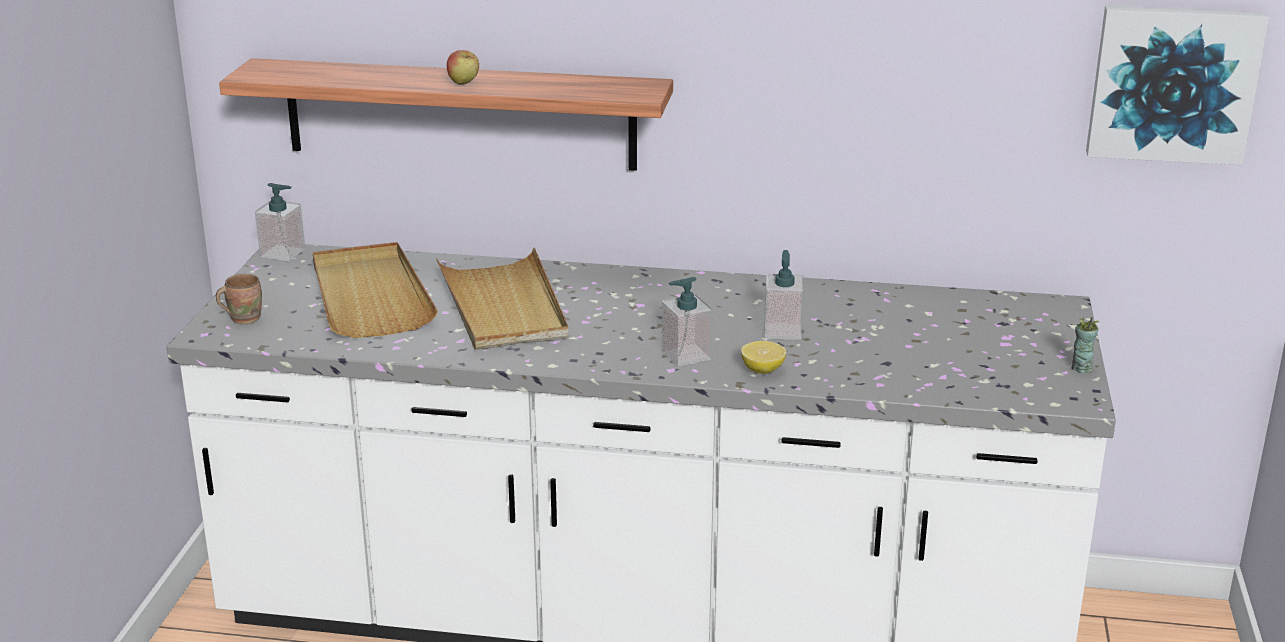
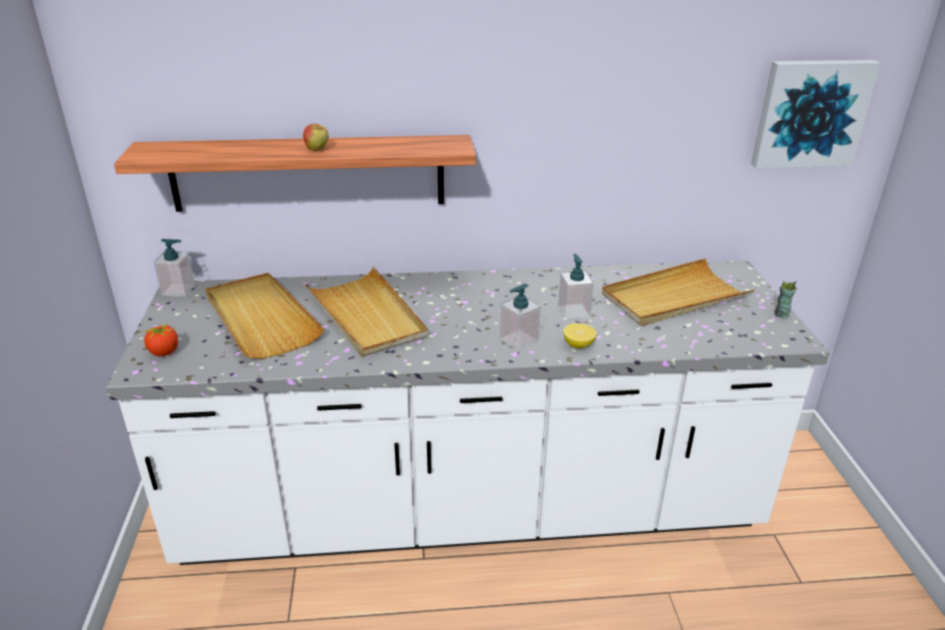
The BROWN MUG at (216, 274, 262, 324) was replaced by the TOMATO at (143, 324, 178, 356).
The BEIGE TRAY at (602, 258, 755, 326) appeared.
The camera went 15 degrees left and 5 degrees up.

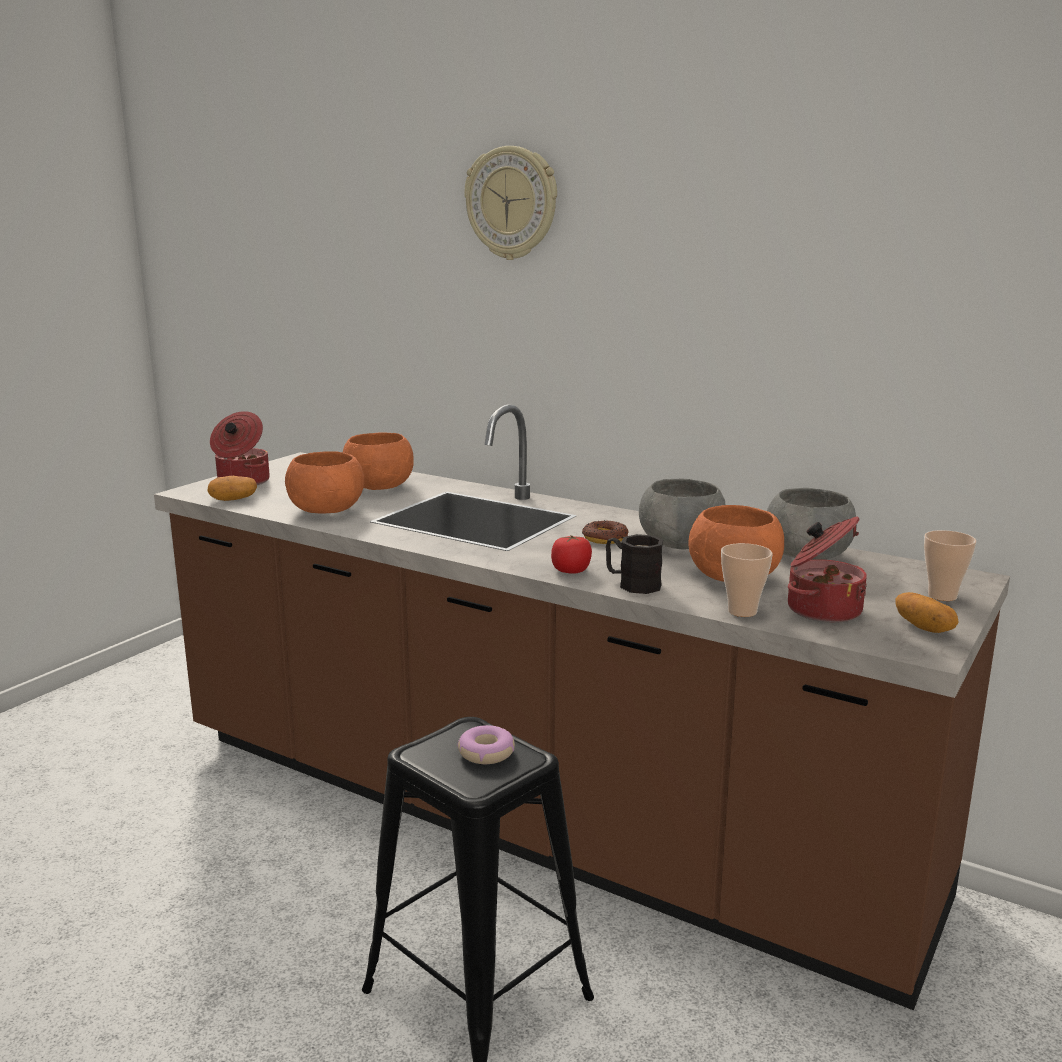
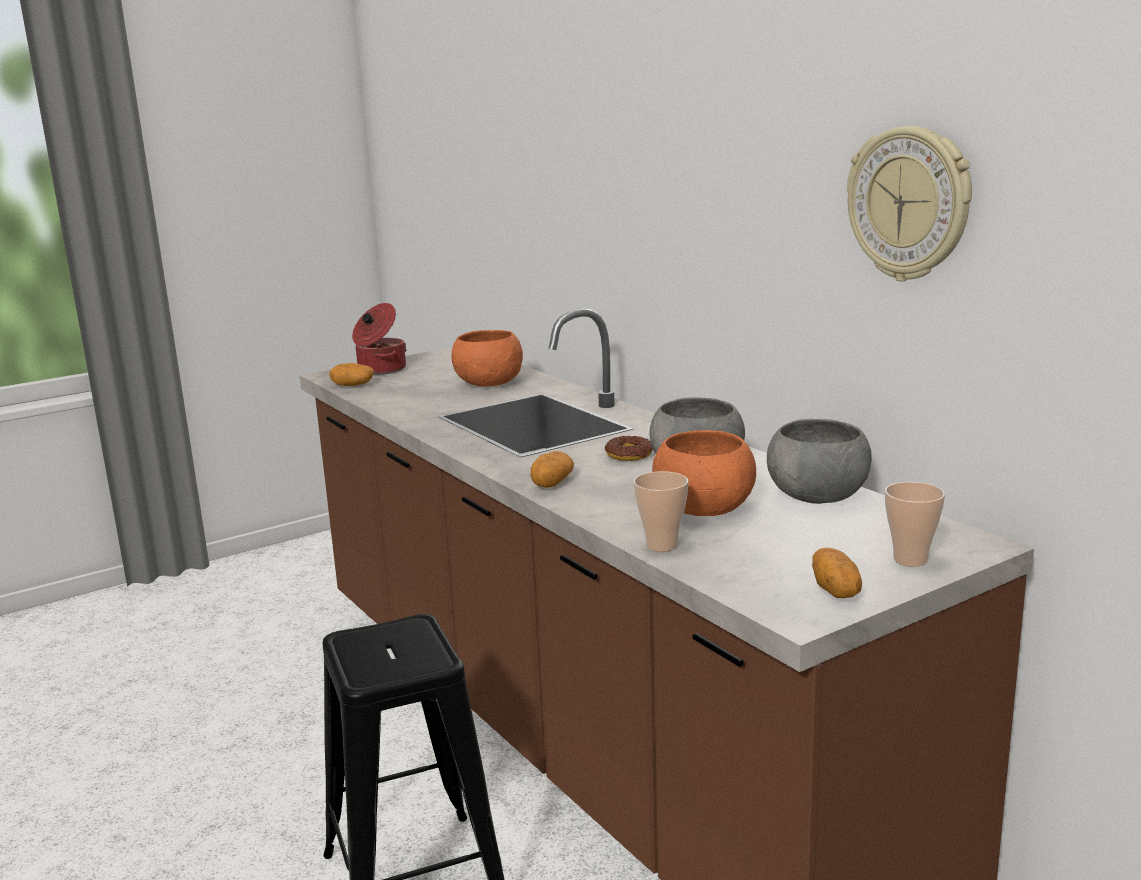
The TOMATO at (551, 535, 592, 574) was replaced by the POTATO at (531, 451, 574, 488).
The WALL CLOCK moved from (464, 146, 557, 260) to (847, 126, 972, 281).
The ORANGE BOWL at (285, 451, 364, 514) disappeared.
The DONUT at (457, 725, 515, 764) disappeared.
The BLACK MUG at (606, 534, 663, 594) disappeared.
The COOKING POT at (788, 516, 867, 623) disappeared.
The camera went 25 degrees right and 0 degrees up.

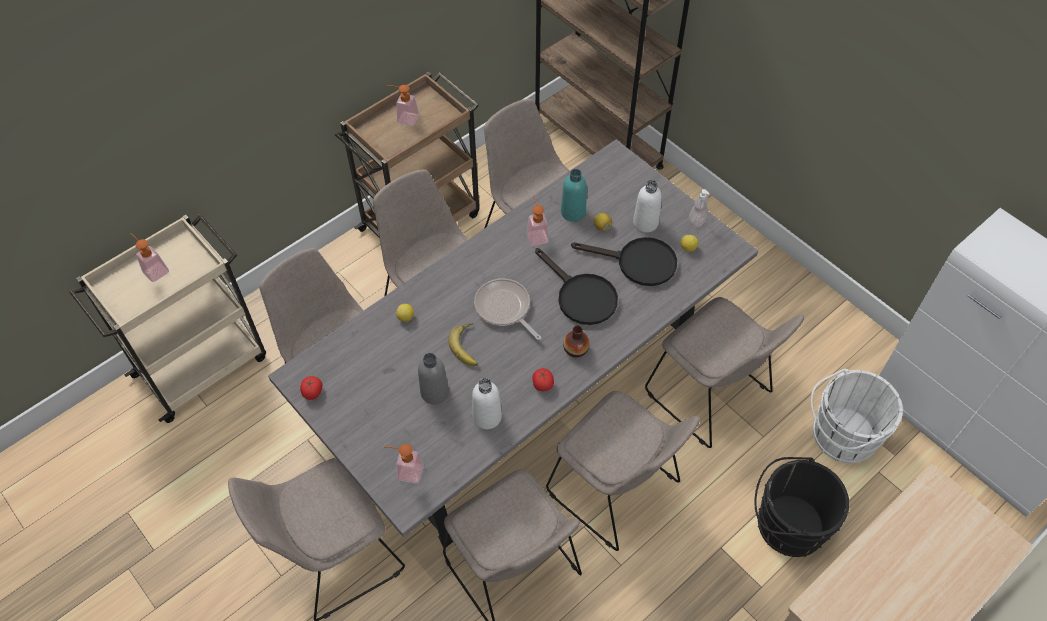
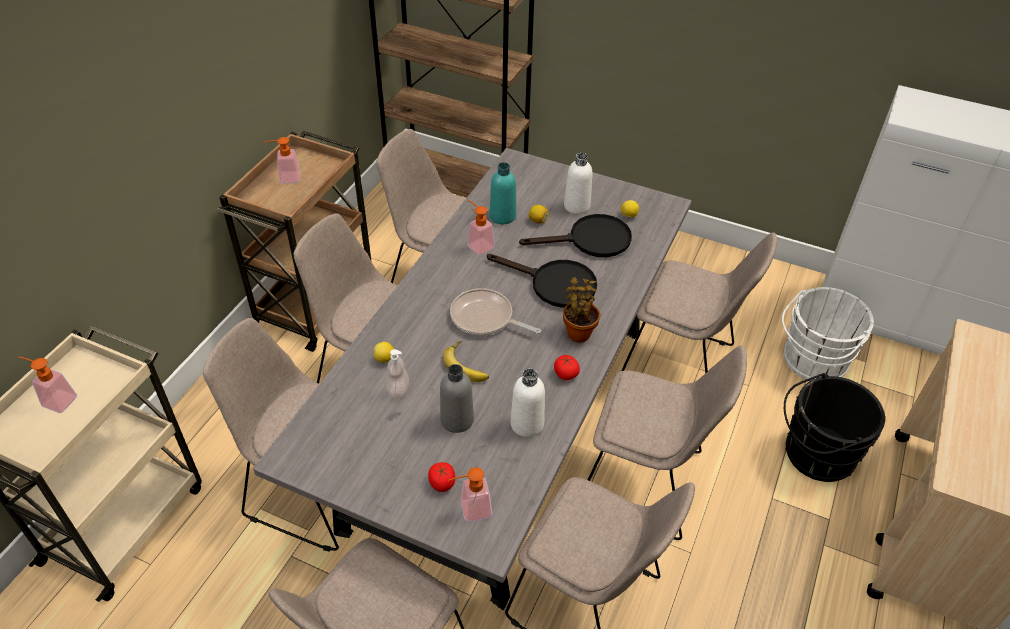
The SOAP DISPENSER moved from (689, 189, 710, 227) to (386, 349, 409, 399).
The TOMATO moved from (300, 376, 322, 400) to (428, 462, 455, 492).
The VASE at (563, 326, 590, 358) was replaced by the POTTED PLANT at (563, 277, 600, 342).
The camera went 25 degrees left and 10 degrees down.

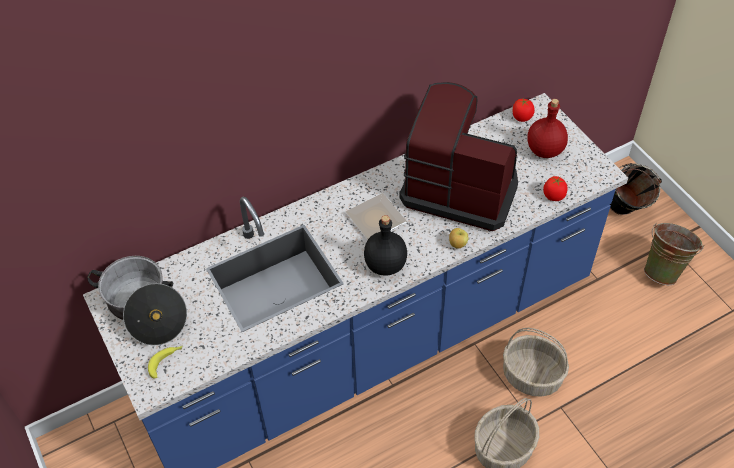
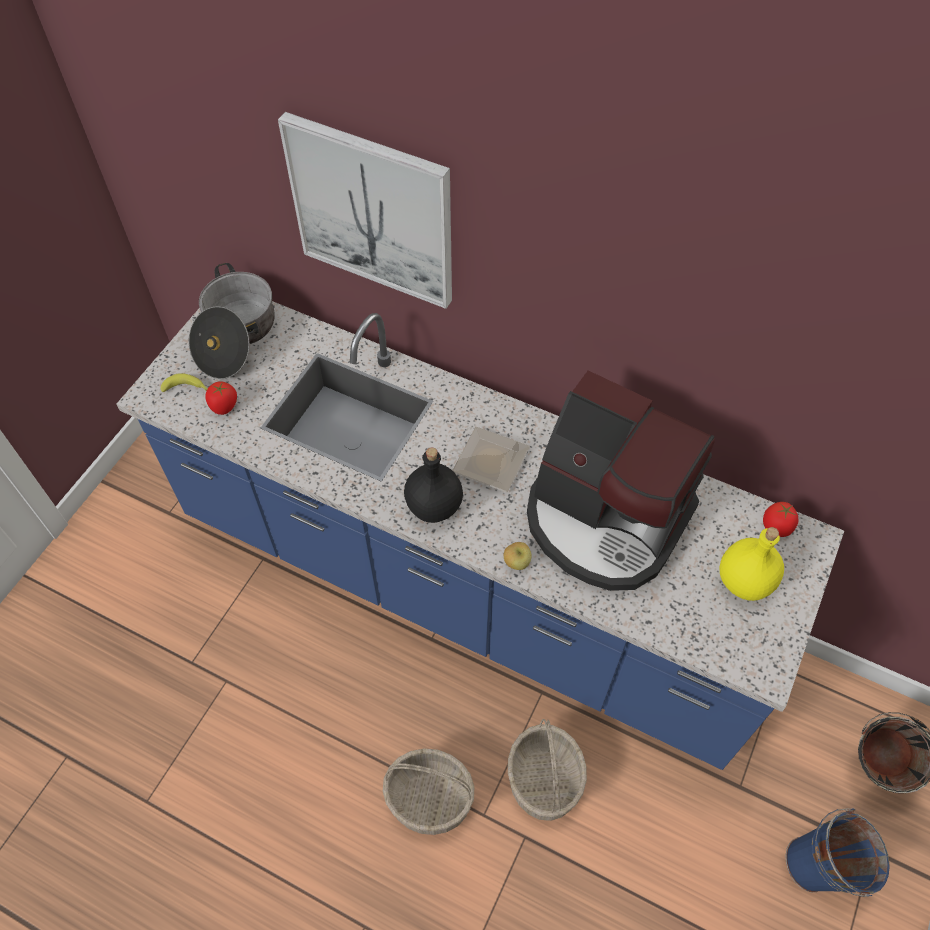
The TOMATO moved from (543, 176, 568, 201) to (205, 381, 237, 415).
The PICTURE at (278, 112, 452, 309) appeared.
The COFFEE MACHINE at (399, 82, 518, 231) turned 135 degrees clockwise.
The RED BOTTLE at (527, 99, 568, 158) became the YELLOW BOTTLE at (719, 527, 784, 601).
The GREEN BUCKET at (644, 223, 704, 285) became the BLUE BUCKET at (785, 808, 890, 897).
The camera went 55 degrees right and 5 degrees up.

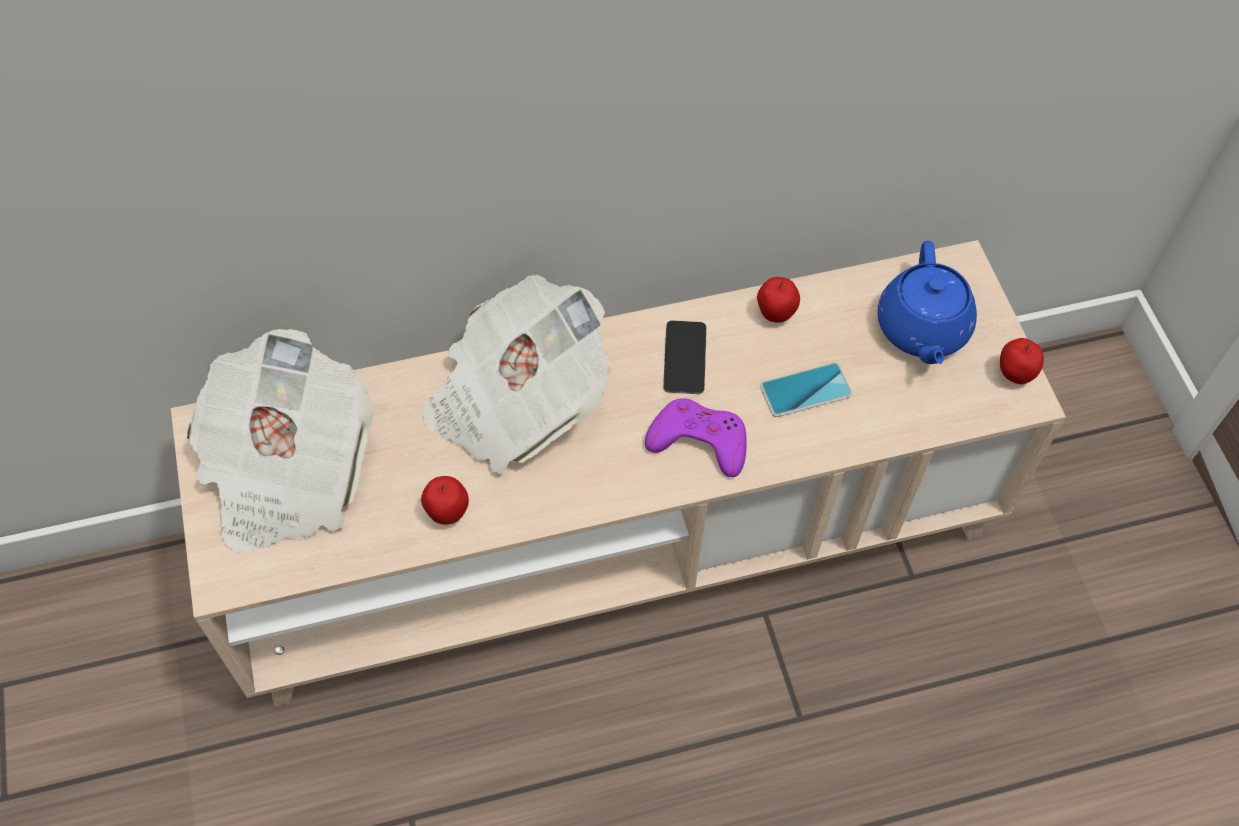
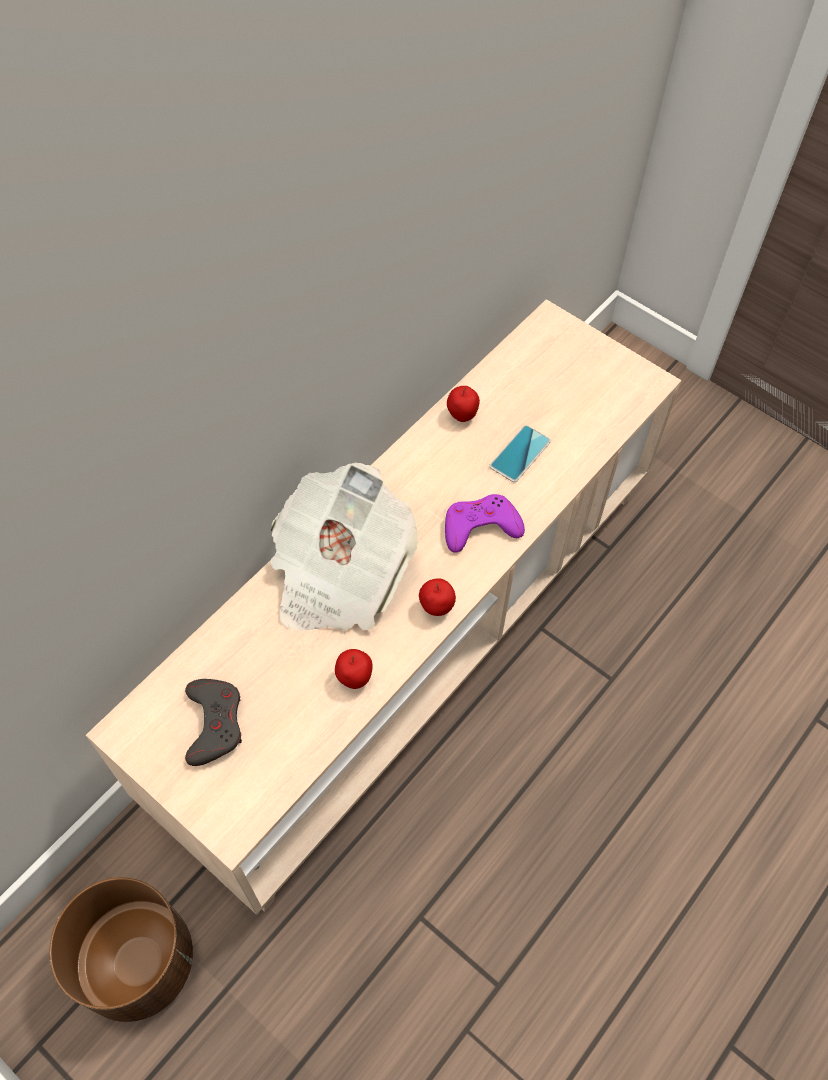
The BROWN PLANTER at (49, 878, 193, 1022) appeared.
The NEWSPAPER at (187, 329, 374, 552) was replaced by the GREY GAME CONTROLLER at (185, 679, 242, 766).
The APPLE moved from (1000, 338, 1044, 384) to (419, 578, 456, 616).
The PHONE at (663, 321, 706, 394) disappeared.
The BLUE TEAPOT at (877, 241, 977, 364) disappeared.
The camera went 35 degrees left and 0 degrees up.

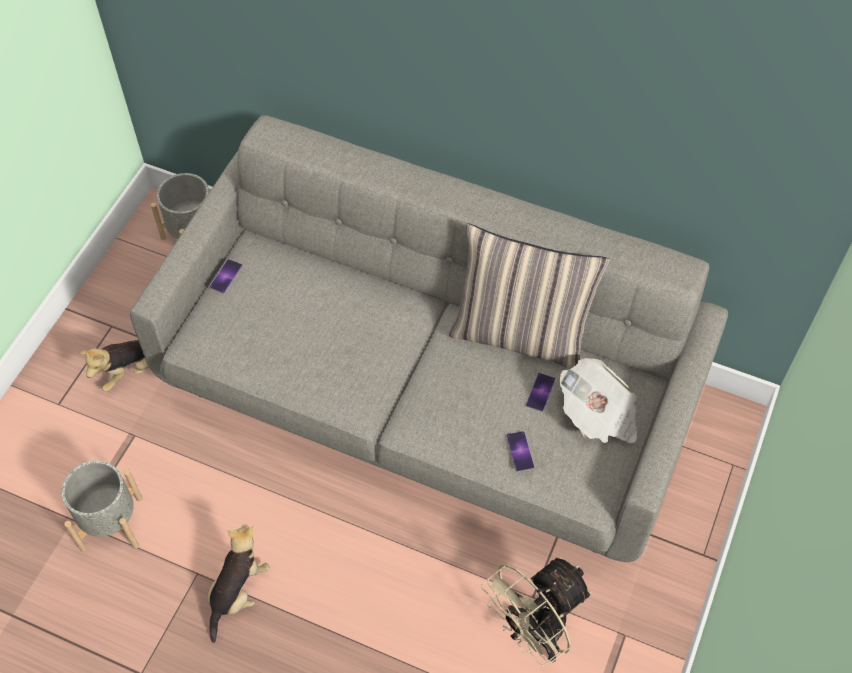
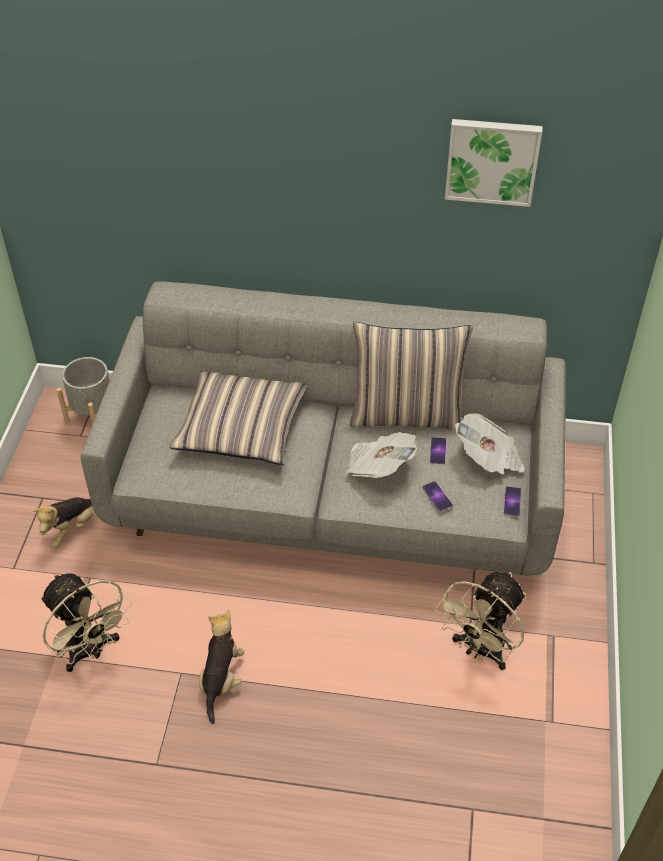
The GREY PLANTER at (62, 461, 143, 552) was replaced by the BEIGE FAN at (41, 574, 132, 672).
The PILLOW at (169, 372, 308, 465) appeared.
The NEWSPAPER at (345, 432, 417, 478) appeared.
The PICTURE at (445, 119, 543, 207) appeared.
The PHONE moved from (209, 259, 242, 294) to (504, 486, 521, 516).
The camera went 15 degrees left and 10 degrees down.

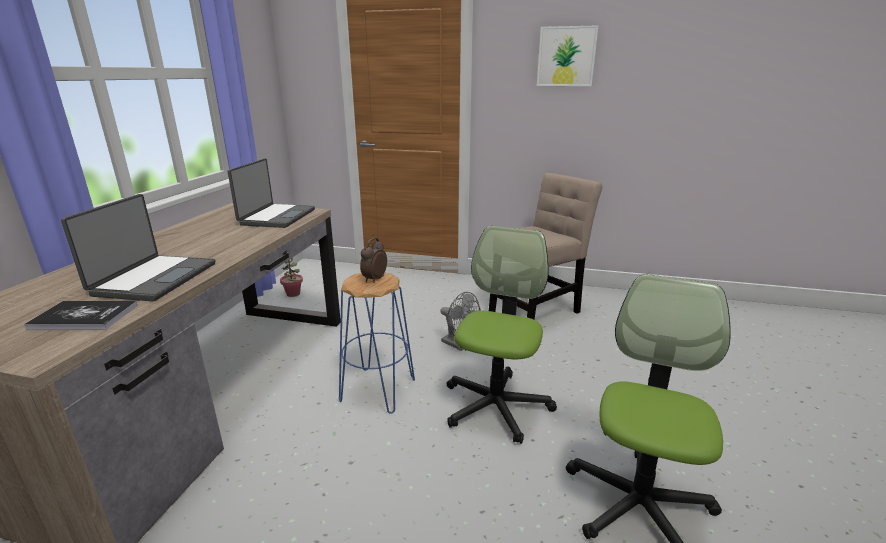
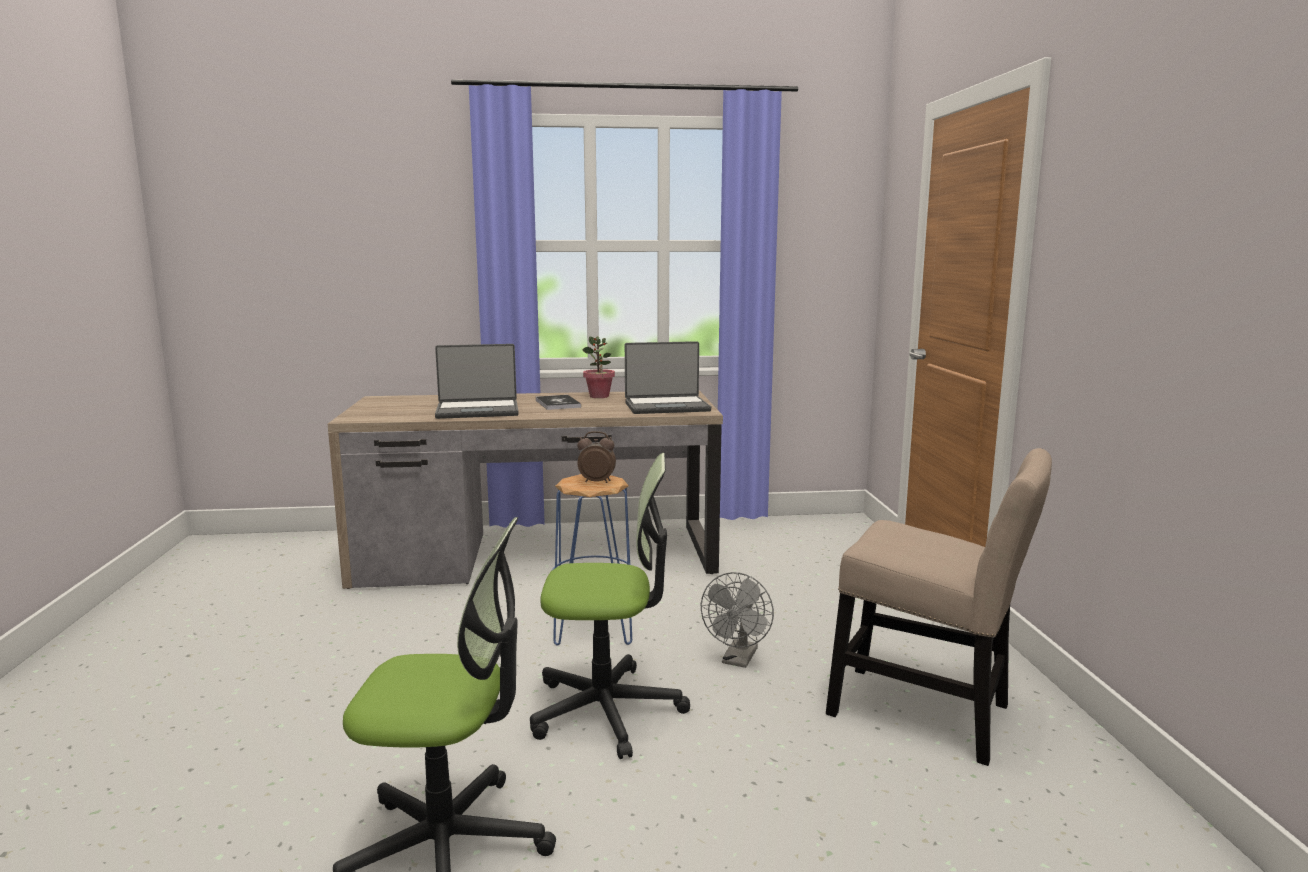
The BOOK moved from (24, 301, 137, 330) to (536, 395, 581, 410).
The POTTED PLANT moved from (280, 258, 303, 297) to (582, 336, 615, 398).
The PICTURE at (537, 25, 599, 86) disappeared.
The camera went 70 degrees right and 10 degrees down.

